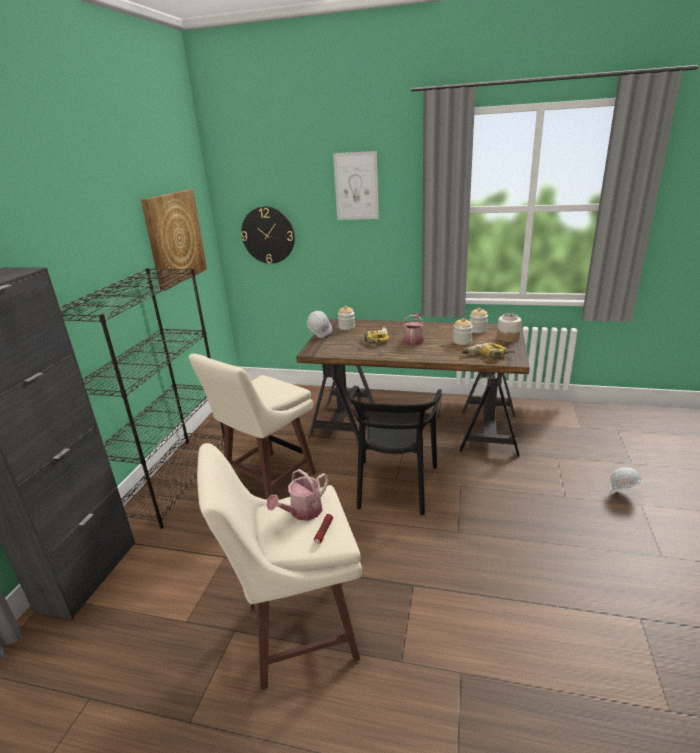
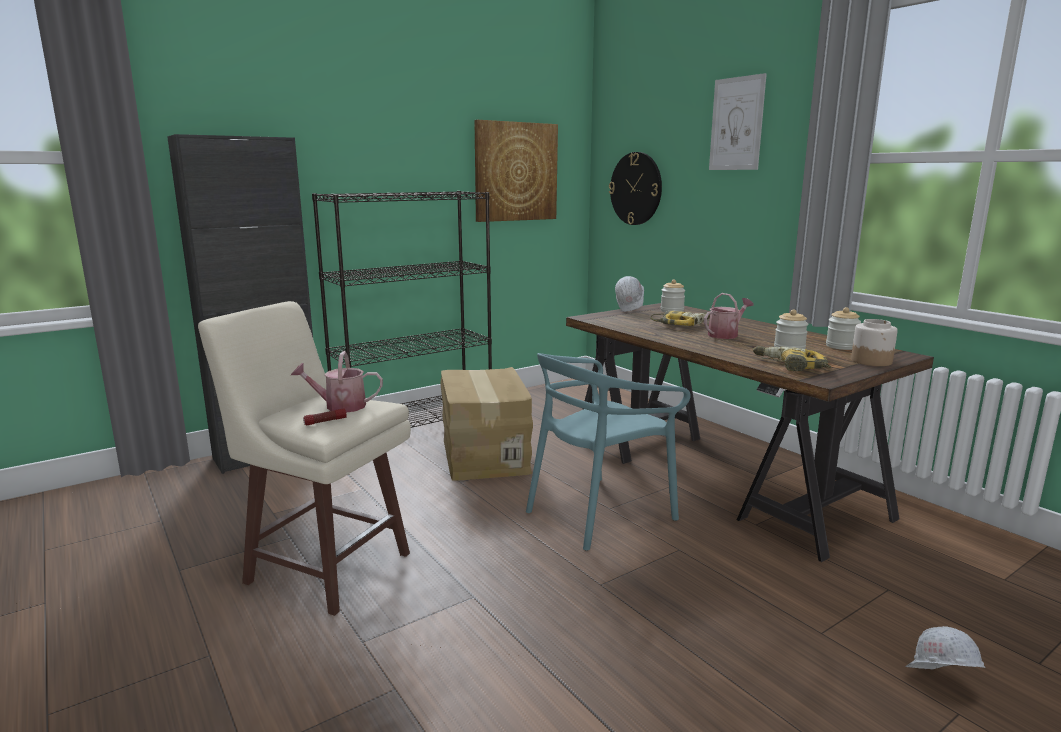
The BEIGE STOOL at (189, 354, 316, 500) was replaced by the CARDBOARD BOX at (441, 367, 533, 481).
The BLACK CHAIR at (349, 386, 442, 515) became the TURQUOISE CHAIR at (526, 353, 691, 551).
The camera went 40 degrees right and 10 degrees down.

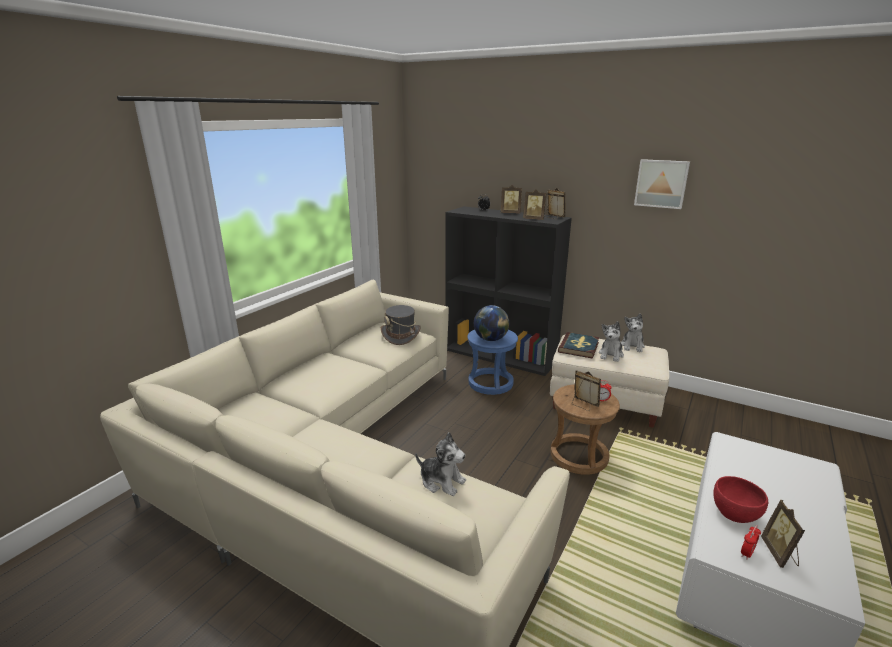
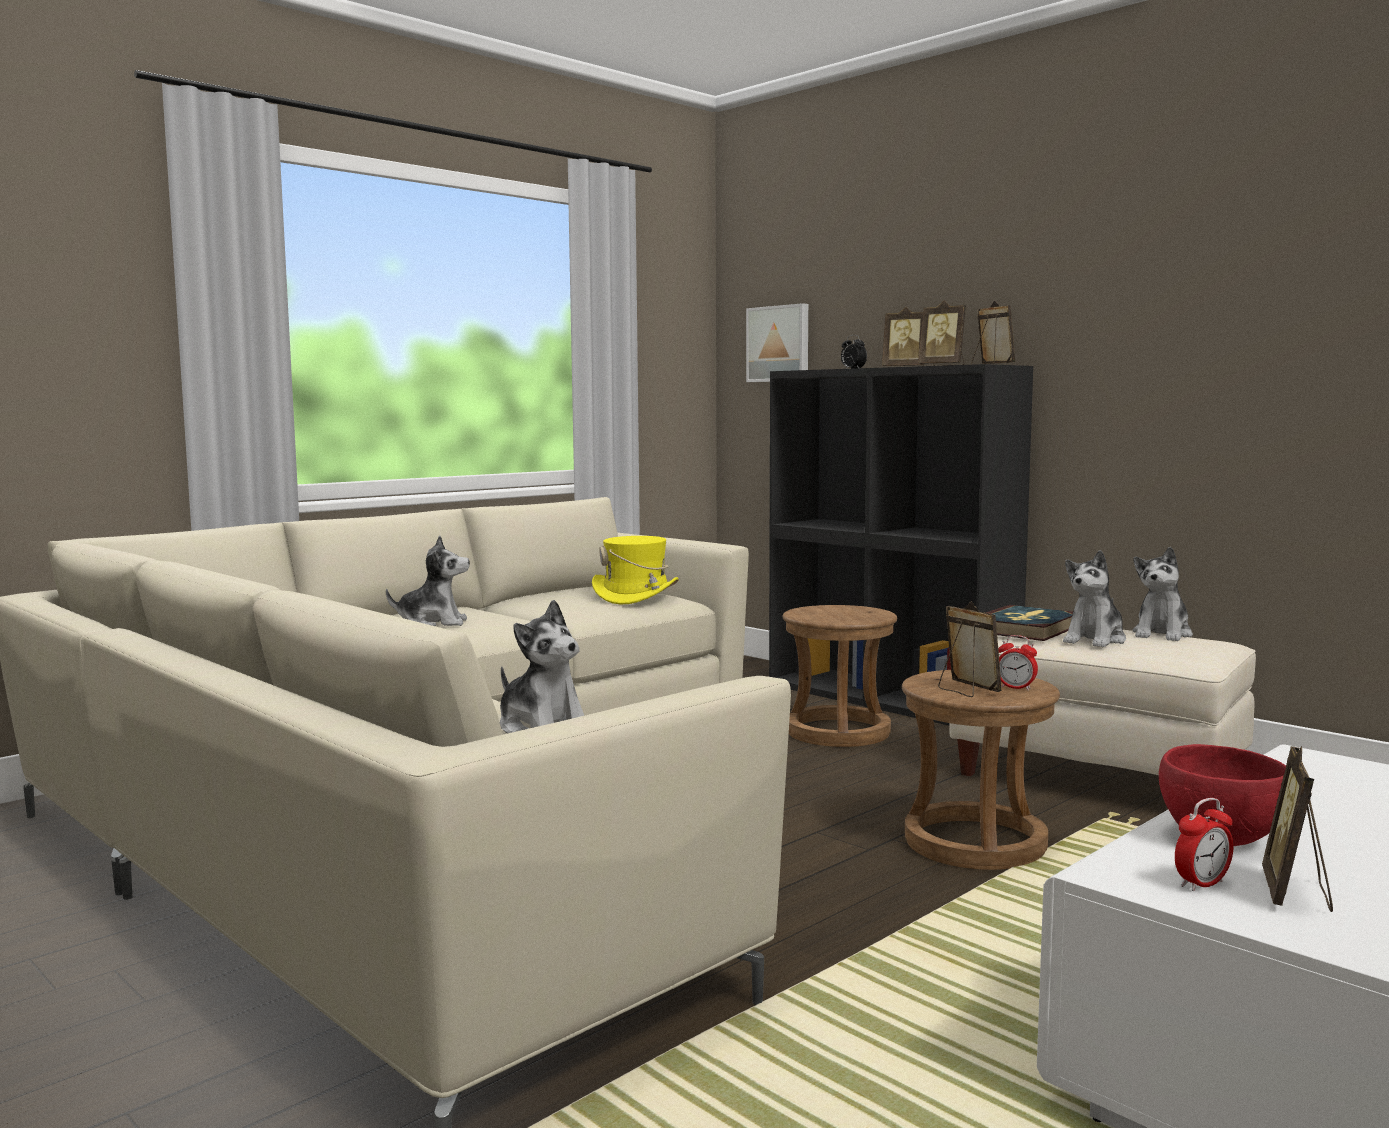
The PLUSH TOY at (386, 536, 470, 626) appeared.
The GREY HAT at (381, 305, 421, 345) became the YELLOW HAT at (592, 536, 679, 604).
The PICTURE moved from (634, 159, 690, 209) to (746, 303, 808, 382).
The BLUE STOOL at (467, 329, 518, 395) became the BROWN STOOL at (782, 605, 897, 747).
The GLOBE at (474, 305, 509, 341) disappeared.
The camera went 15 degrees right and 15 degrees down.

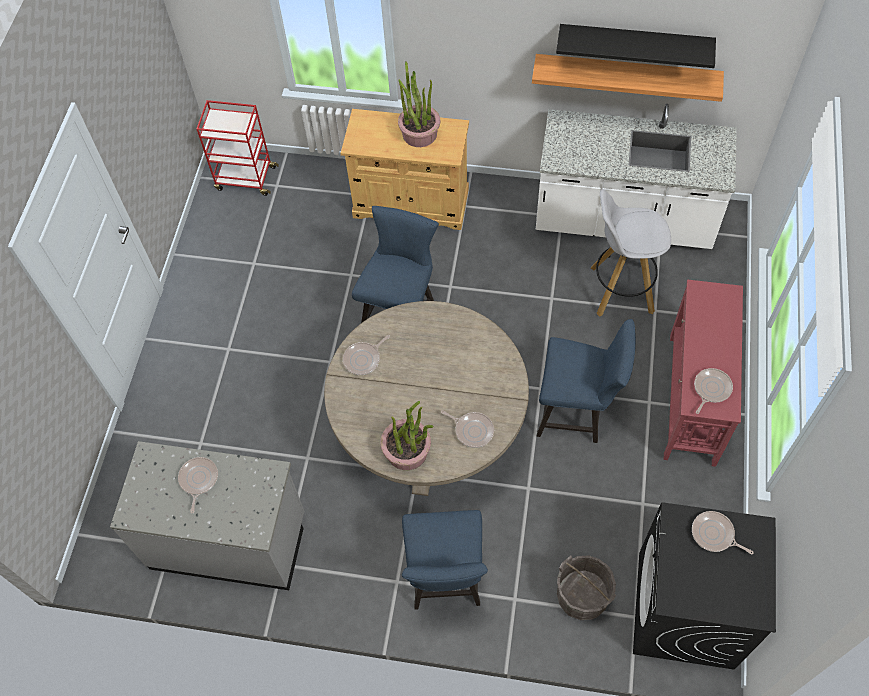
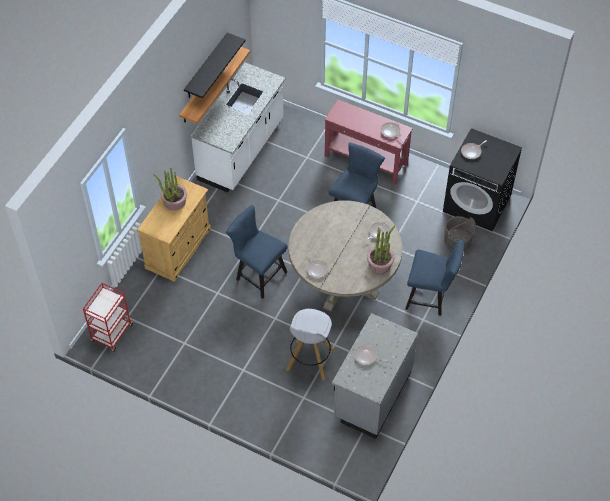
The WHITE STOOL moved from (591, 189, 671, 317) to (286, 309, 334, 380).
The camera went 75 degrees left and 5 degrees down.

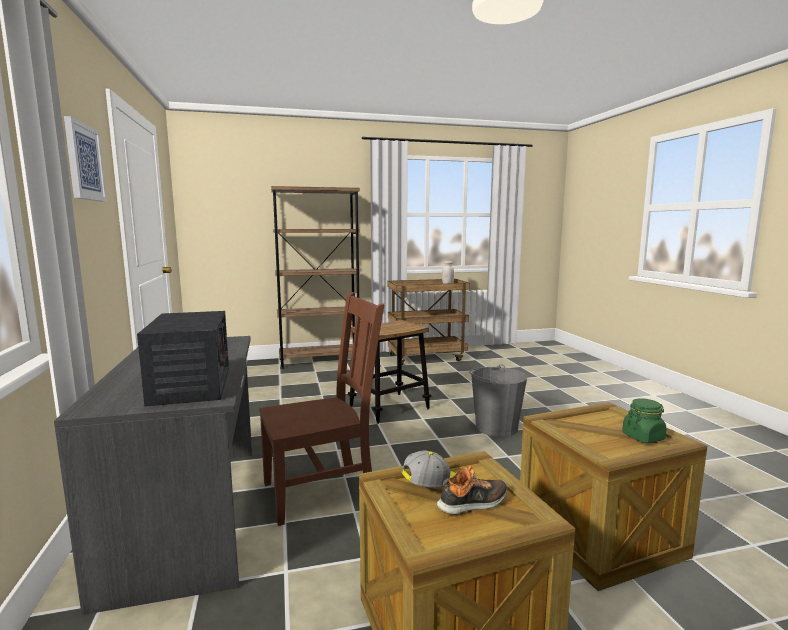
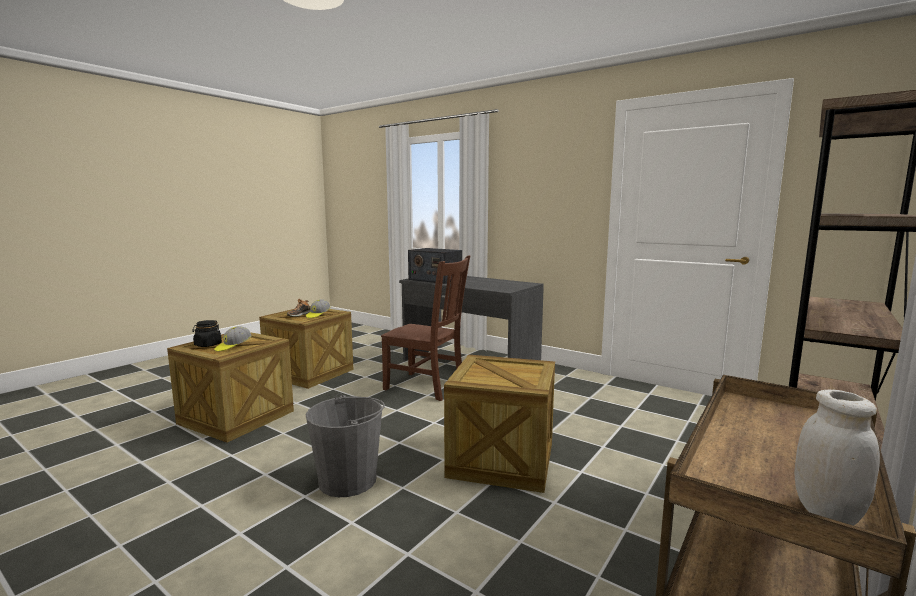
The GREEN JAR at (622, 398, 666, 443) became the BLACK JAR at (192, 320, 222, 347).
The CAP at (214, 326, 252, 352) appeared.
The BROWN CHAIR at (259, 292, 384, 526) turned 90 degrees counterclockwise.
The STOOL at (348, 320, 431, 424) was replaced by the CRATE at (444, 355, 555, 493).
The PICTURE at (64, 116, 107, 202) disappeared.
The camera went 140 degrees right and 0 degrees up.

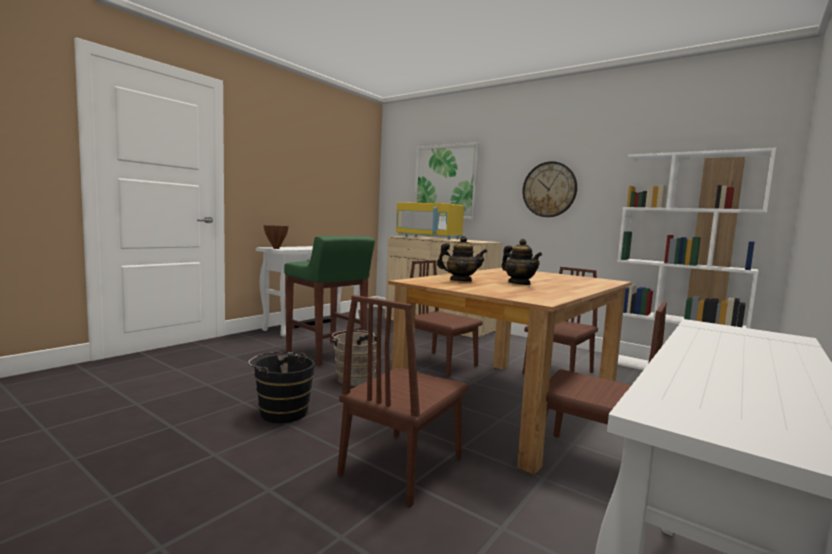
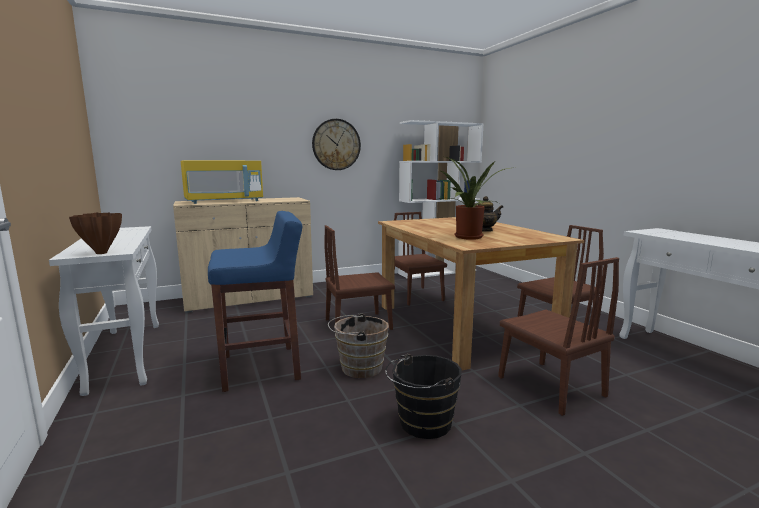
The GREEN STOOL at (284, 236, 375, 366) became the BLUE STOOL at (208, 211, 302, 392).
The TEAPOT at (437, 236, 488, 282) was replaced by the POTTED PLANT at (436, 157, 510, 240).
The PICTURE at (414, 142, 480, 220) disappeared.
The camera went 60 degrees left and 5 degrees up.

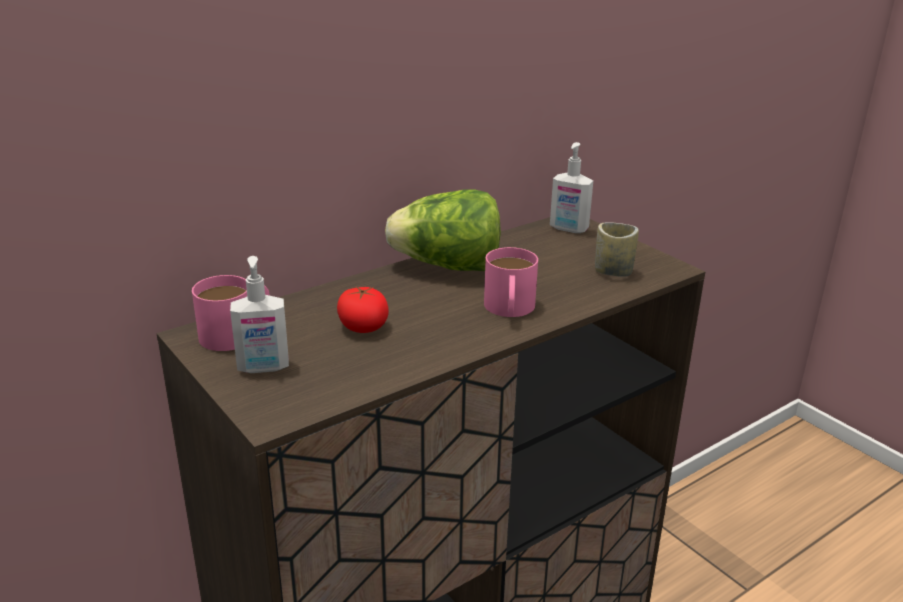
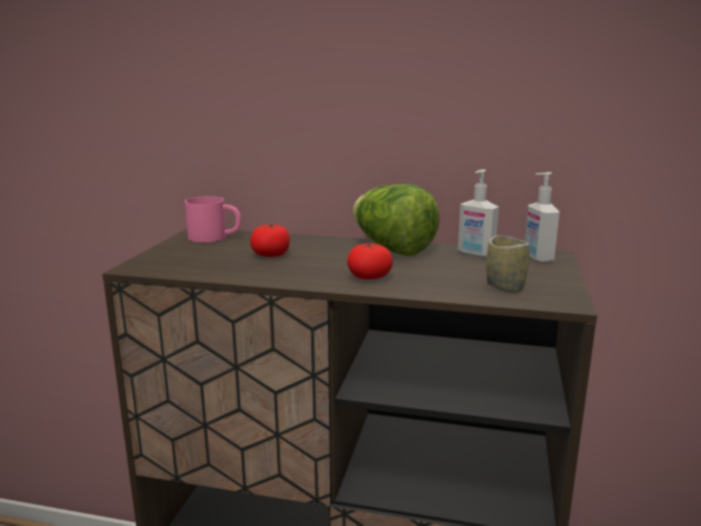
The PINK MUG at (484, 247, 538, 317) was replaced by the TOMATO at (347, 243, 393, 279).
The SOAP DISPENSER moved from (230, 256, 289, 373) to (458, 169, 499, 258).
The camera went 50 degrees right and 10 degrees down.

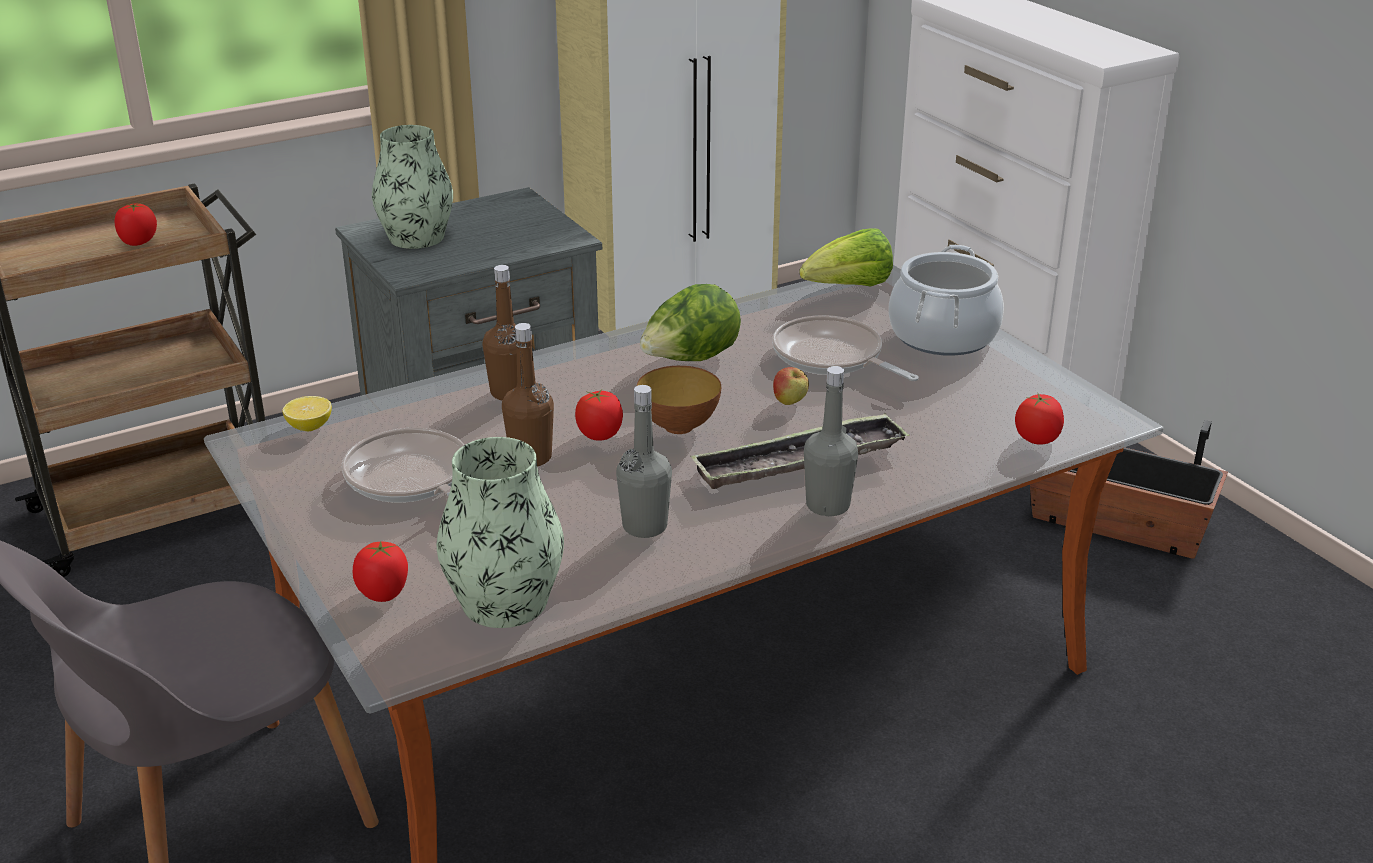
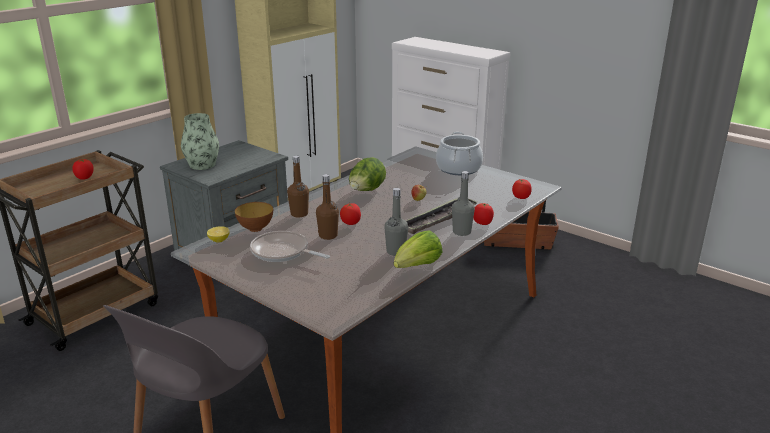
The BOWL moved from (637, 366, 721, 434) to (235, 202, 273, 232).
The LETTUCE moved from (799, 229, 893, 286) to (394, 230, 442, 268).
The TOMATO moved from (353, 541, 408, 602) to (473, 203, 494, 225).
The VASE at (437, 437, 564, 628) disappeared.
The FRYING PAN at (772, 315, 919, 381) disappeared.
The camera went 20 degrees left and 5 degrees down.

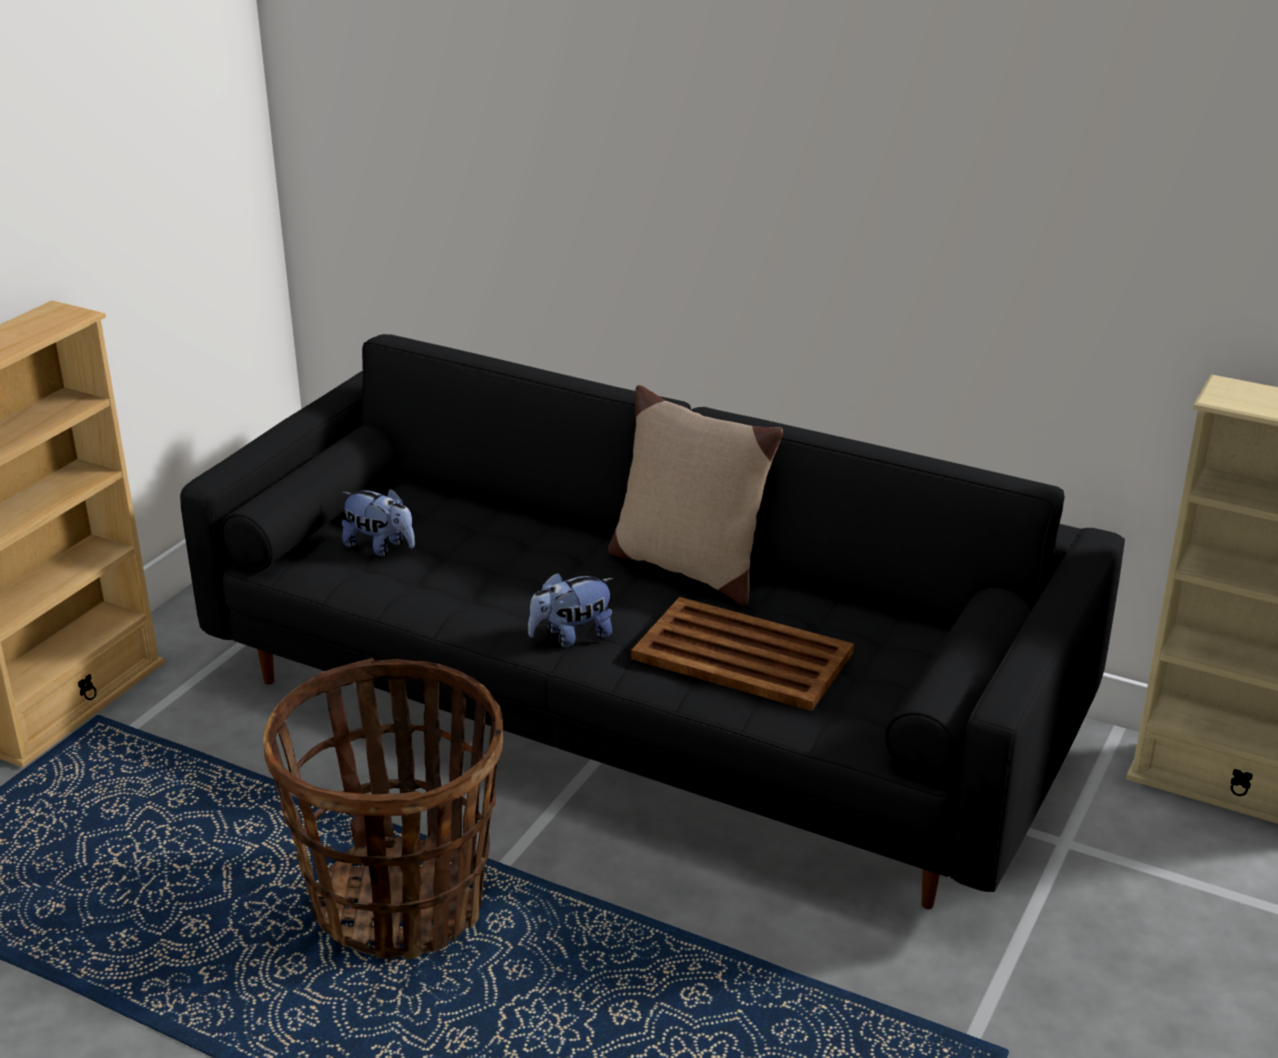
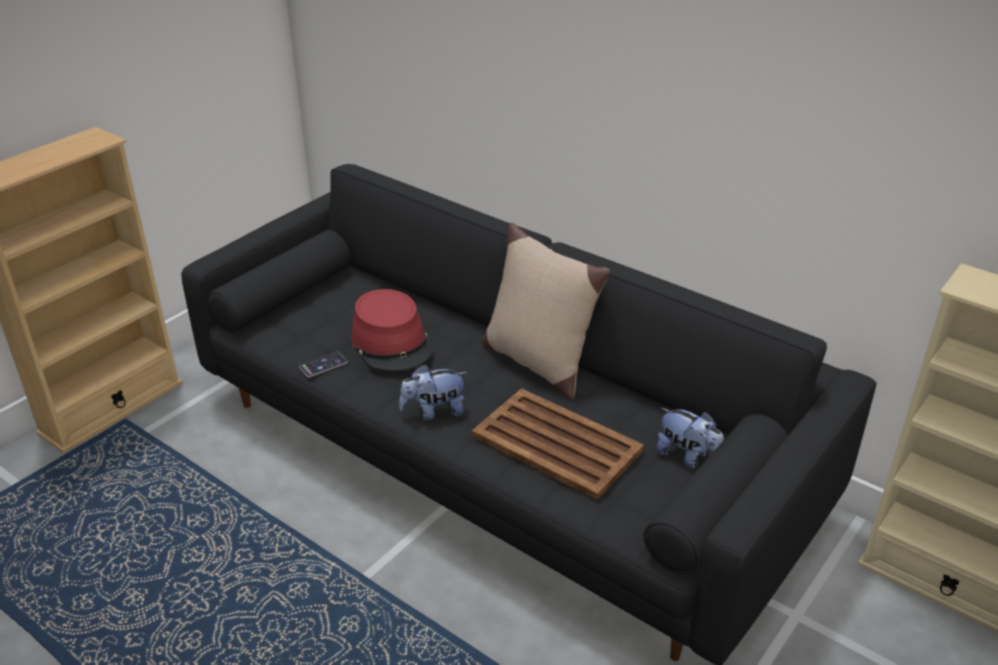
The PHONE at (299, 352, 348, 377) appeared.
The RED HAT at (351, 289, 433, 372) appeared.
The PLUSH TOY moved from (342, 488, 415, 556) to (656, 408, 724, 469).
The BASKET at (263, 658, 503, 959) disappeared.
The camera went 10 degrees right and 5 degrees up.

